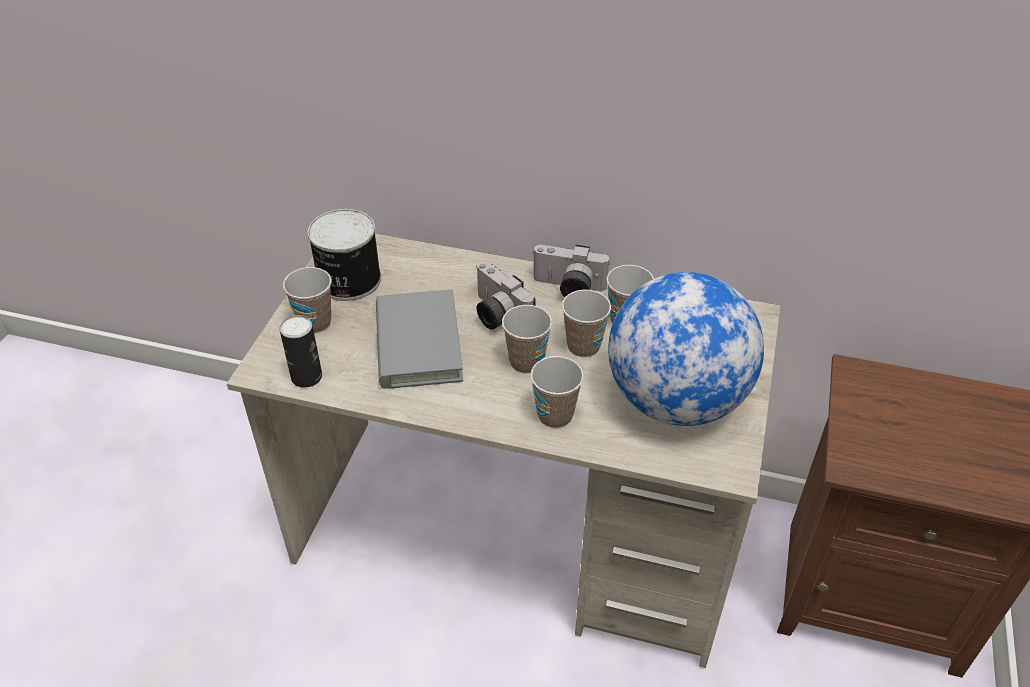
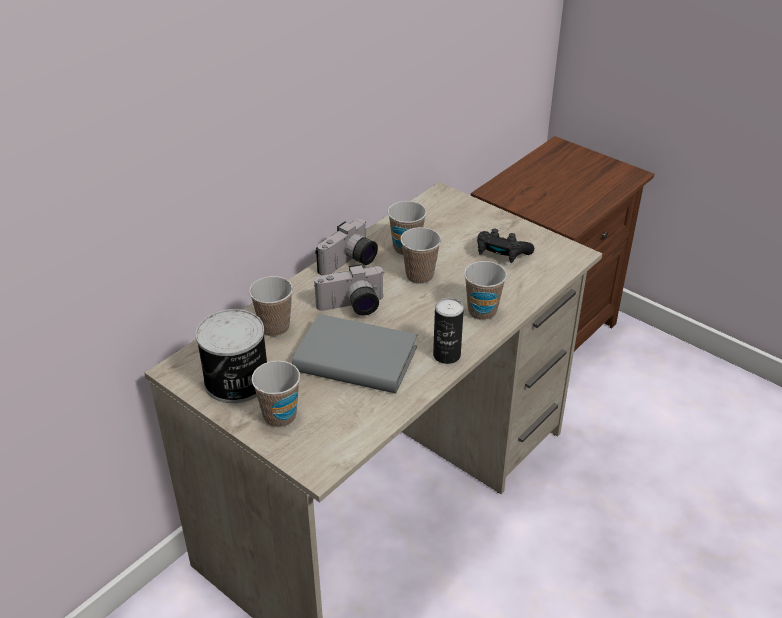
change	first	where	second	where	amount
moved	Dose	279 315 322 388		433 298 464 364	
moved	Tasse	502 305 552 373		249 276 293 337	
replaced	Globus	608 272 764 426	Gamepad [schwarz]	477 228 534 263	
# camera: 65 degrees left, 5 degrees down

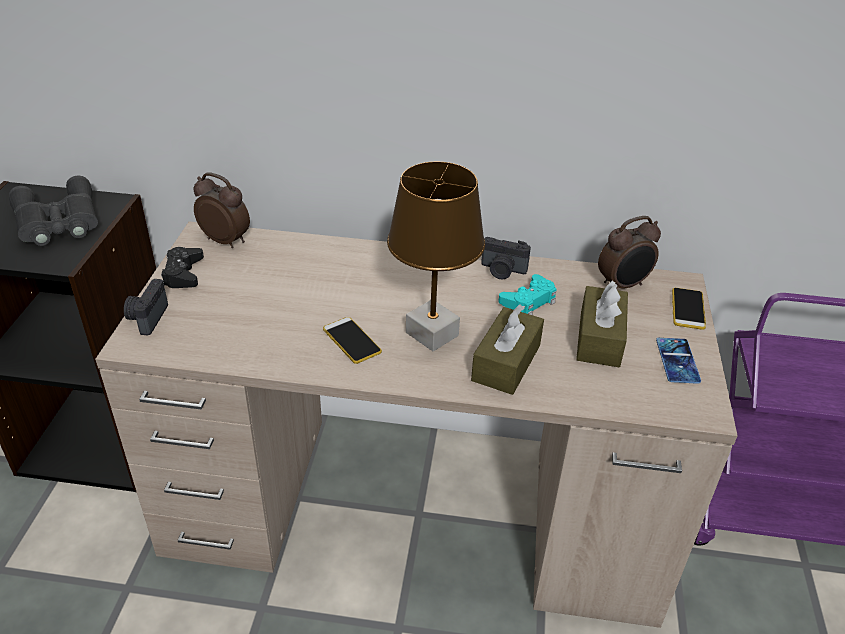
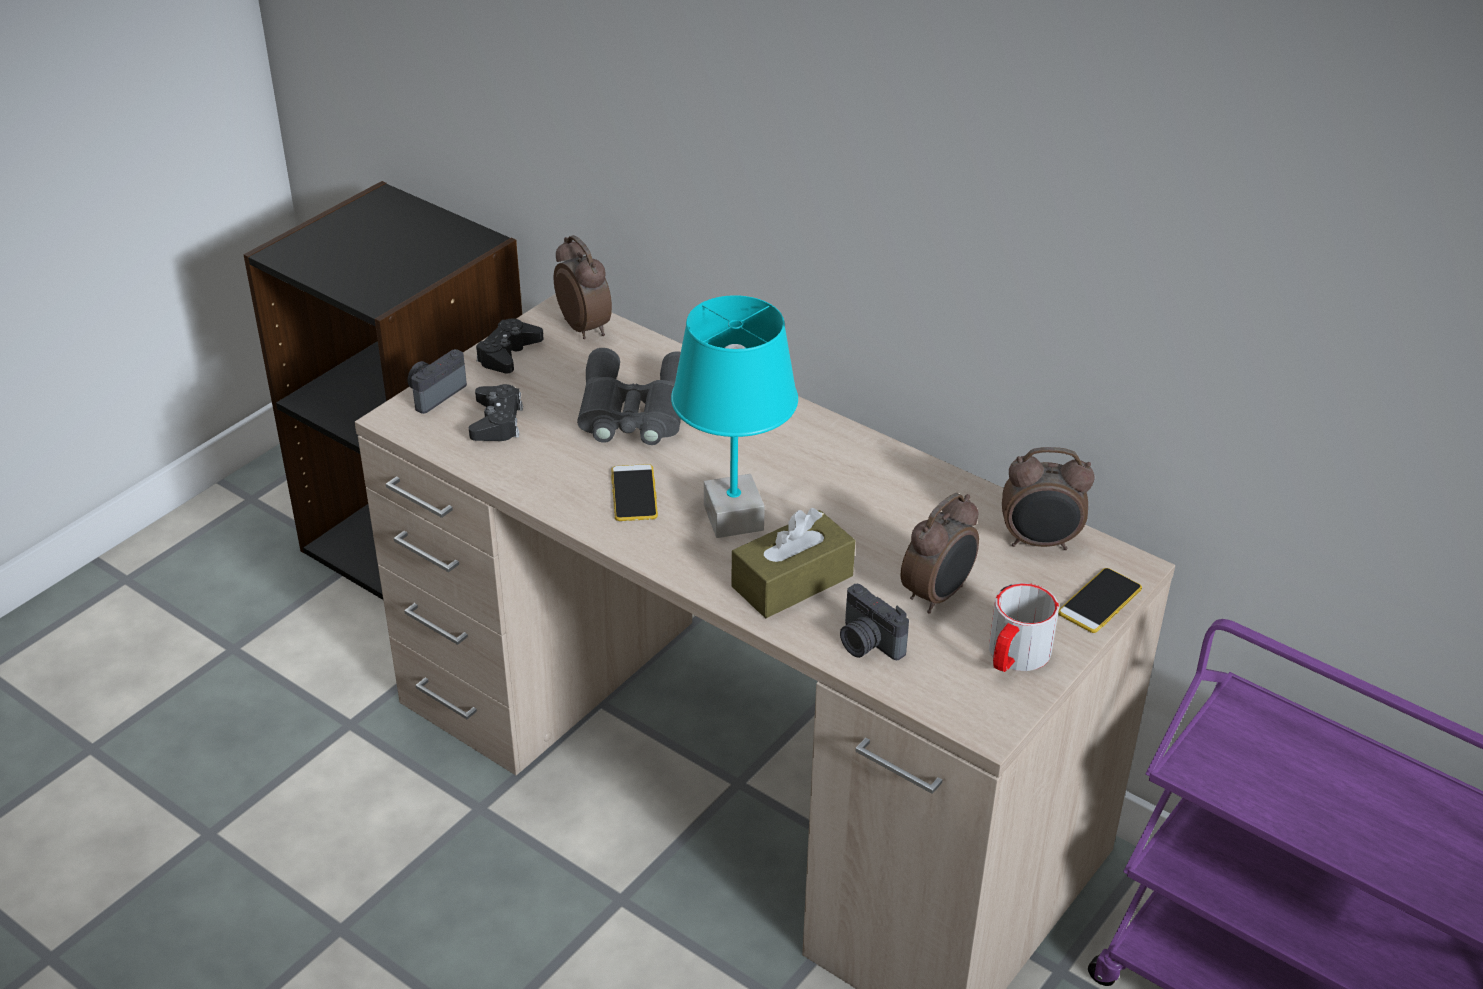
change	first	where	second	where	amount
removed	Gamepad [türkis]	498 274 557 315			
added			Gamepad [schwarz]	469 384 523 441	
moved	Fernglas [grau]	9 176 98 246		577 348 681 445	
moved	Kamera	481 237 531 279		840 584 909 660	
replaced	Taschentuchbox [braun]	576 281 628 367	Wecker	901 493 979 614	
replaced	Handy	656 338 701 384	Henkelbecher	989 583 1059 672	
recoloured	Tischlampe [braun]	387 162 485 351	Tischlampe [türkis]	671 295 798 538	
# camera: 30 degrees right, 0 degrees up

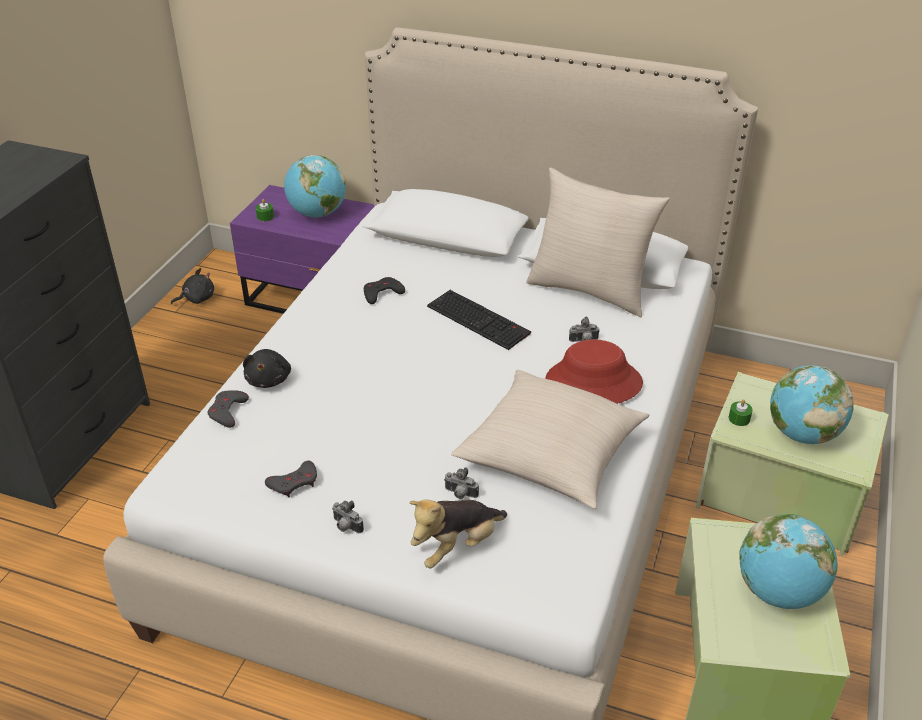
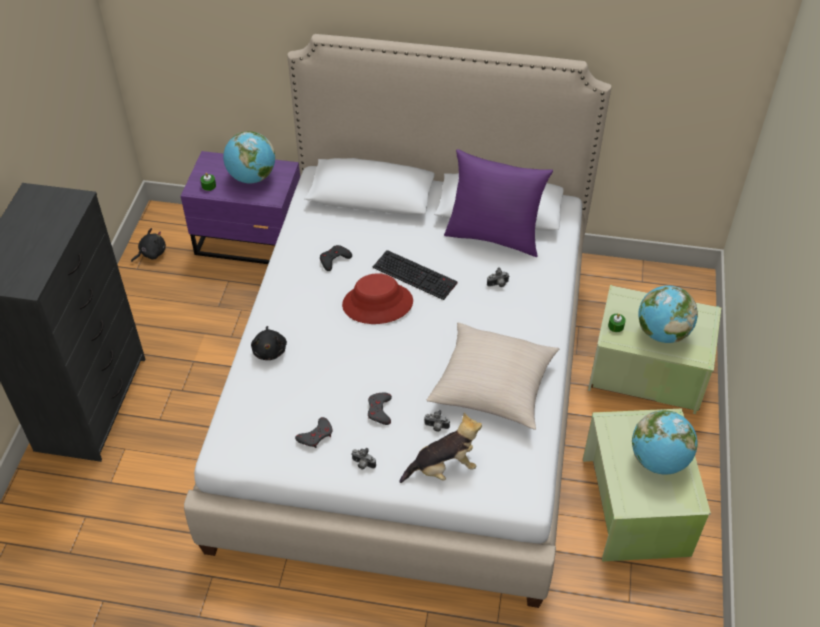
change	first	where	second	where	amount
moved	Gamepad [grau]	208 390 249 428		368 392 392 425	
moved	Hut [rot]	545 339 643 404		342 273 413 324	
recoloured	Kissen [beige]	526 168 670 317	Kissen [lila]	444 149 553 257	
turned	Plüschtier	409 499 507 568		400 413 482 483	150 degrees counterclockwise
# camera: 10 degrees left, 10 degrees up

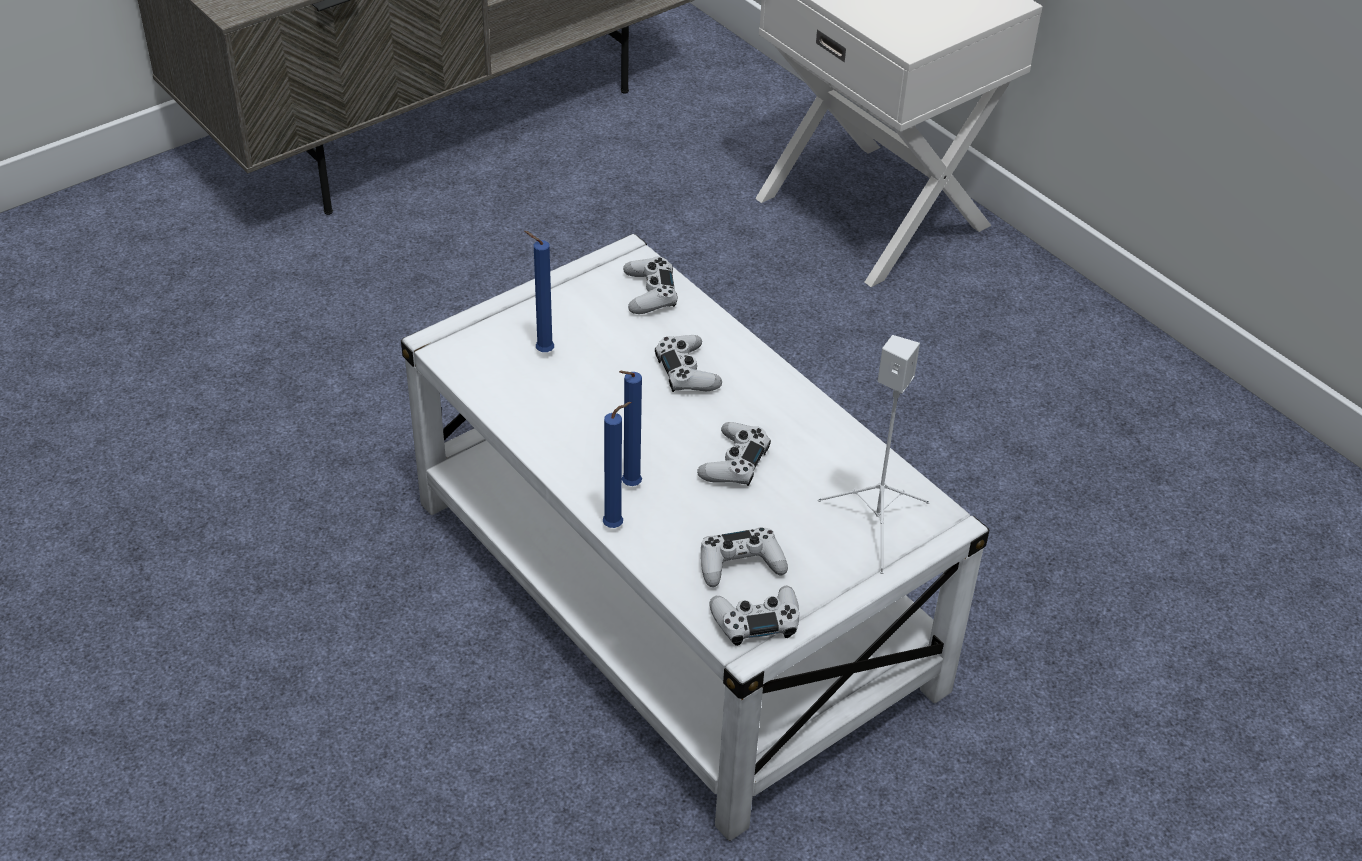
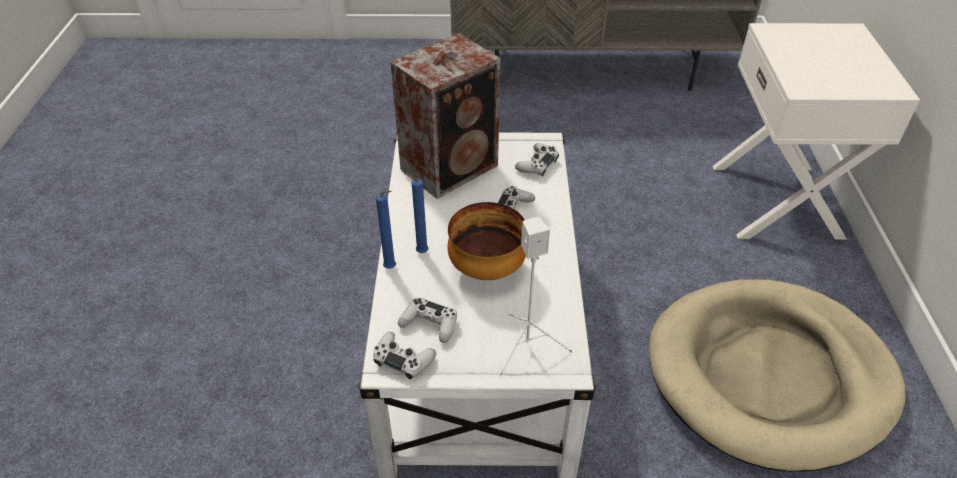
change	first	where	second	where	amount
added			Hundebett [beige]	649 279 906 472	
replaced	Kerze [blau]	524 231 554 352	Lautsprecher	390 33 501 199	
replaced	Gamepad [weiß]	697 422 771 486	Schüssel	448 202 526 280	
# camera: 40 degrees right, 0 degrees up

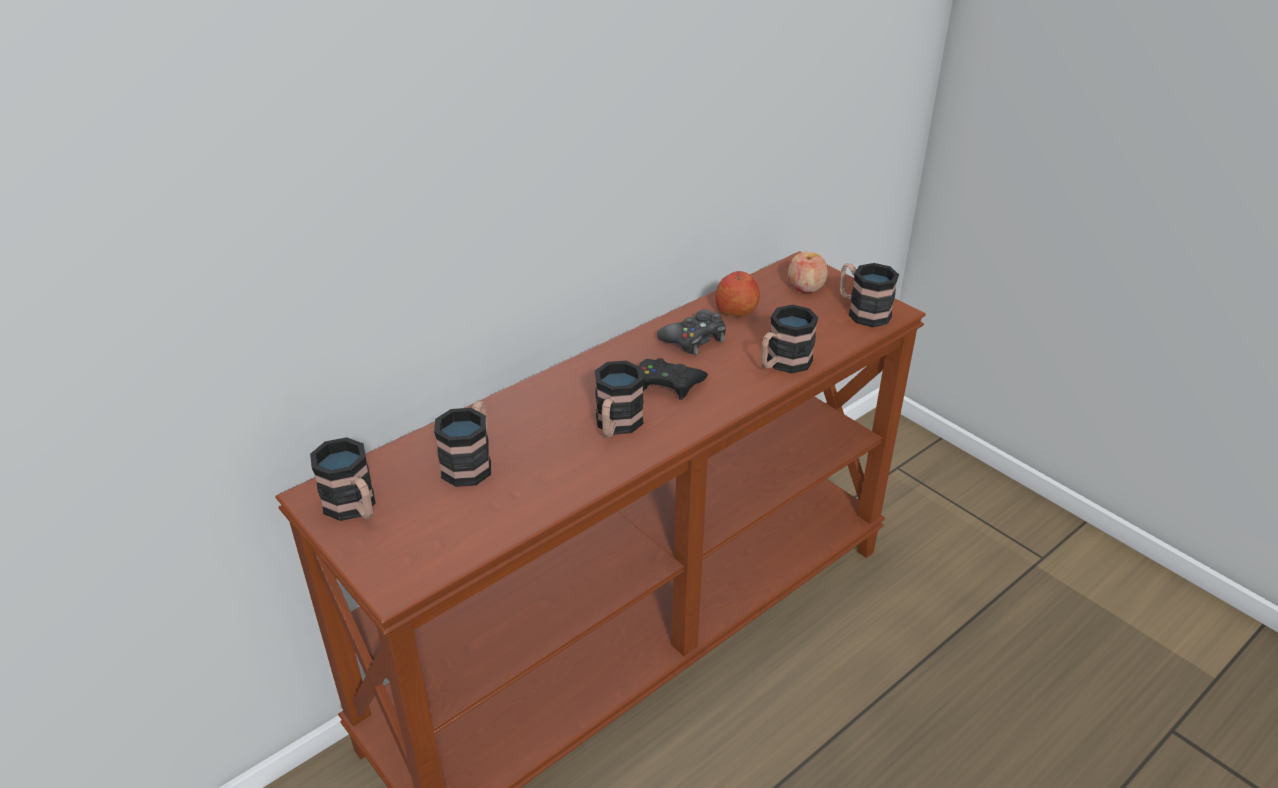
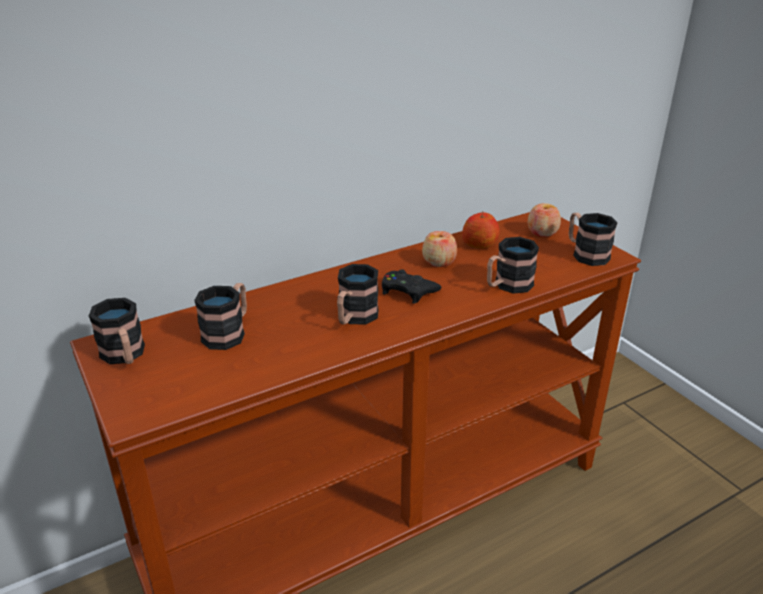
change	first	where	second	where	amount
replaced	Gamepad [schwarz]	657 309 726 355	Apfel	422 231 457 267	
# camera: 10 degrees right, 5 degrees down

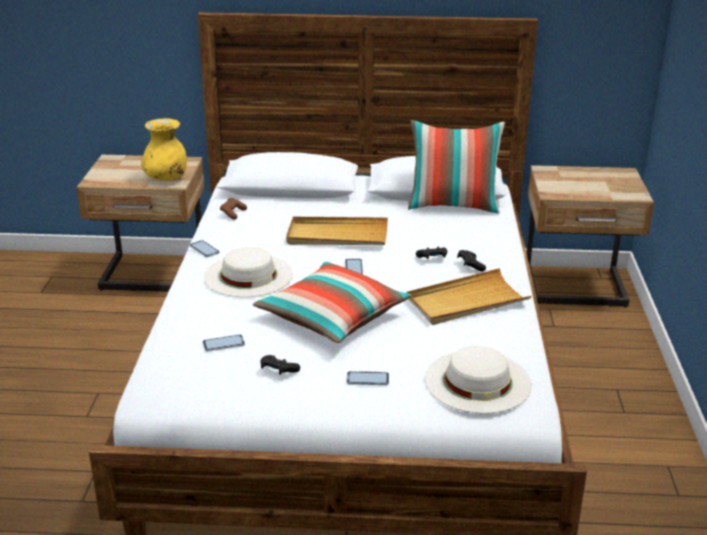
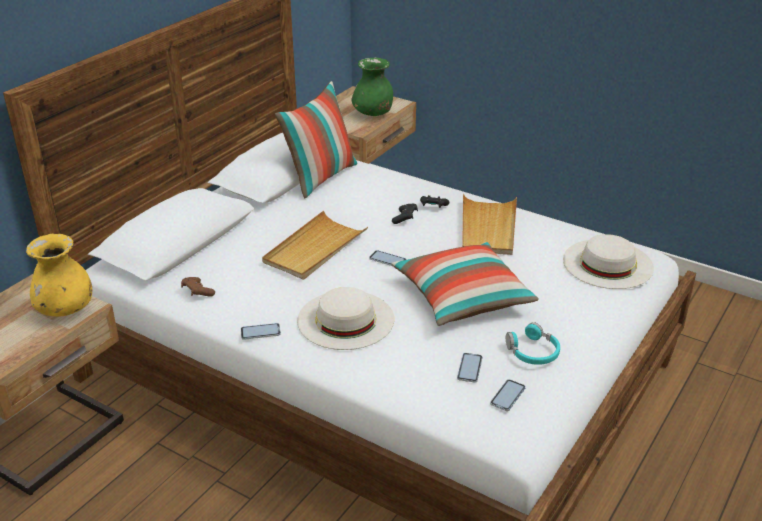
change	first	where	second	where	amount
added			Vase [grün]	351 58 393 116	
moved	Handy	347 371 389 385		490 379 526 411	
replaced	Gamepad [schwarz]	260 355 300 375	Kopfhörer [türkis]	506 322 560 365	
# camera: 60 degrees left, 5 degrees up

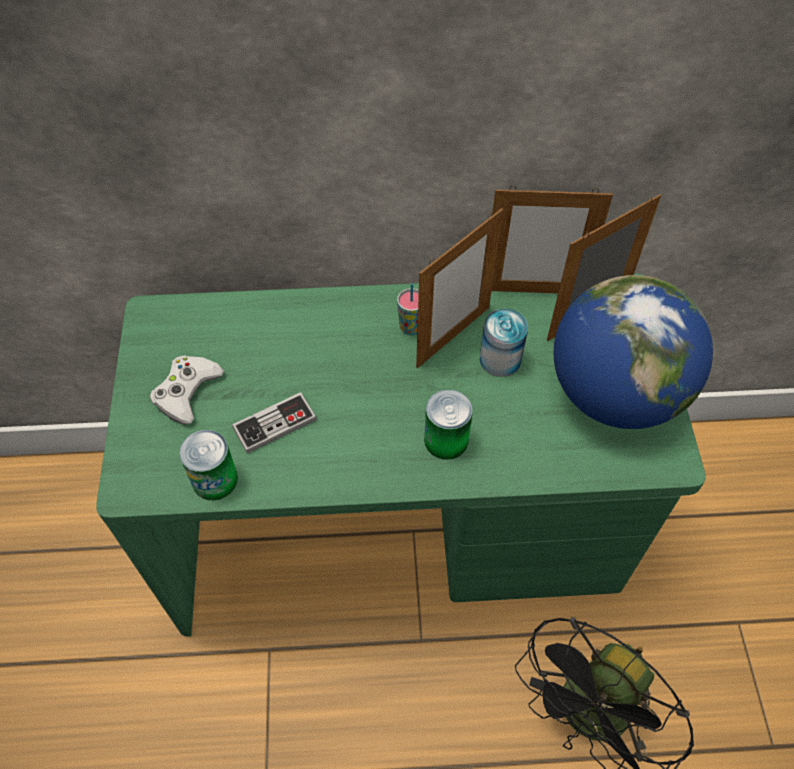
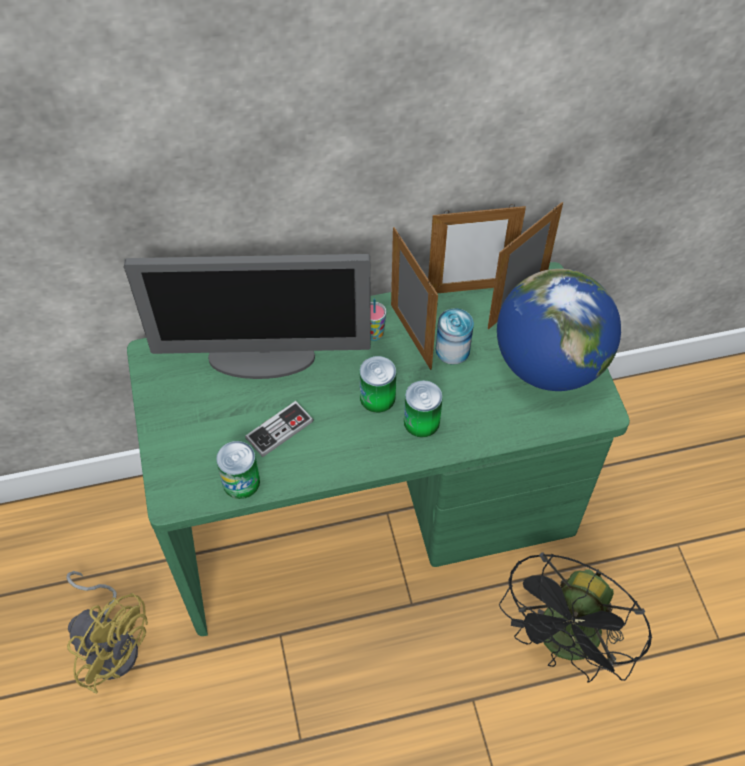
change	first	where	second	where	amount
removed	Gamepad [weiß]	150 355 224 425			
added			Ventilator [gelb]	66 571 148 694	
added			Monitor	124 254 371 379	
added			Dose	360 356 396 413	
turned	Bilderrahmen	416 208 503 368		391 227 438 370	60 degrees counterclockwise
# camera: 10 degrees left, 0 degrees up

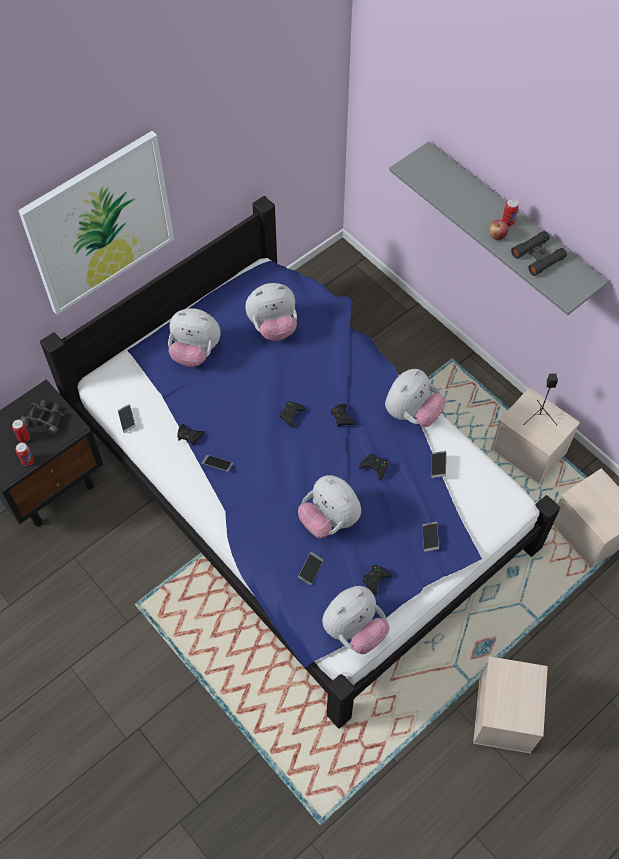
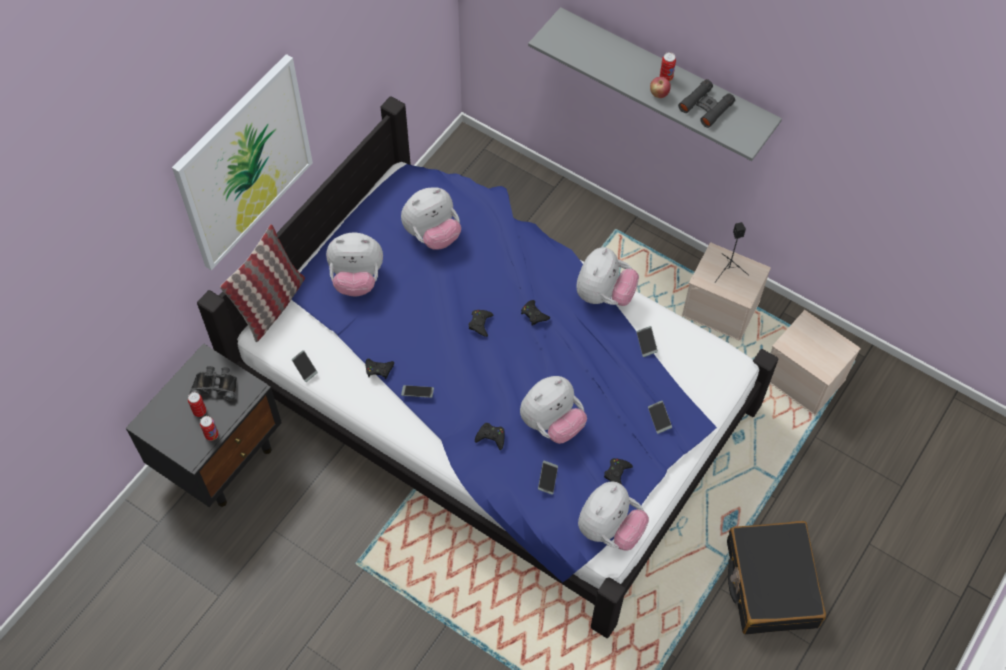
change	first	where	second	where	amount
added			Kissen	220 224 305 342	
moved	Gamepad [schwarz]	359 453 387 480		475 423 505 450	
replaced	Aufbewahrungsbox [beige]	473 656 548 754	Koffer [schwarz]	727 521 826 634	
turned	Plüschtier	298 475 361 538		520 376 587 444	75 degrees counterclockwise
# camera: 15 degrees left, 0 degrees up

